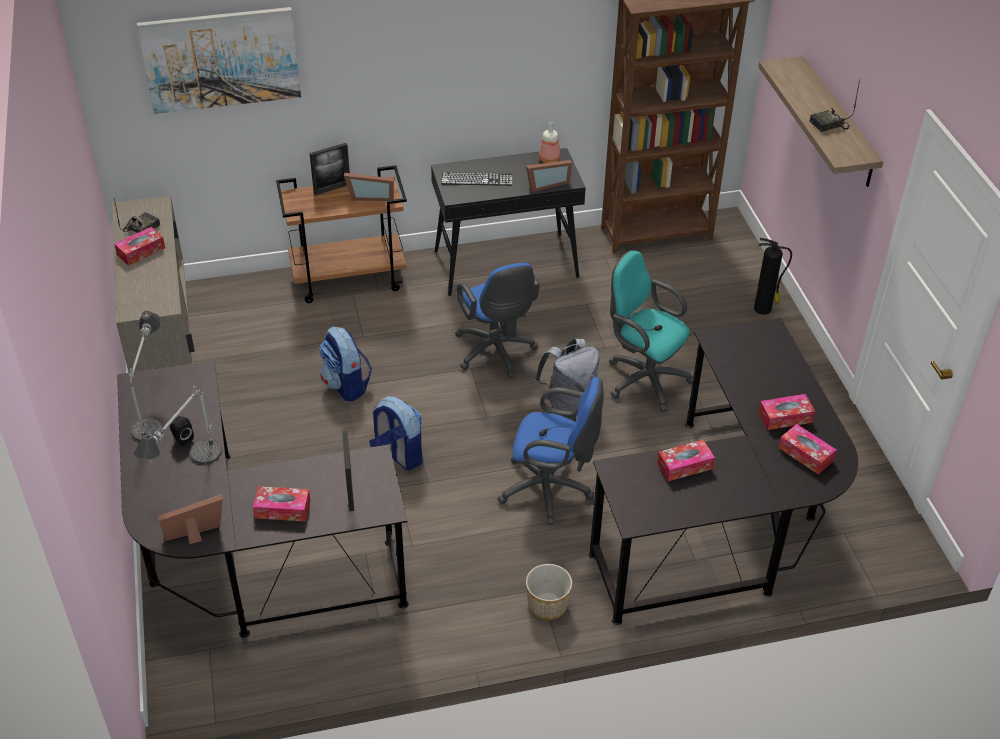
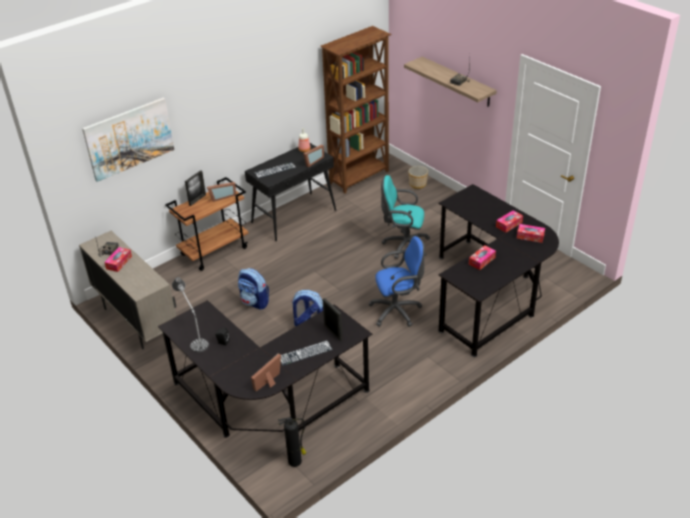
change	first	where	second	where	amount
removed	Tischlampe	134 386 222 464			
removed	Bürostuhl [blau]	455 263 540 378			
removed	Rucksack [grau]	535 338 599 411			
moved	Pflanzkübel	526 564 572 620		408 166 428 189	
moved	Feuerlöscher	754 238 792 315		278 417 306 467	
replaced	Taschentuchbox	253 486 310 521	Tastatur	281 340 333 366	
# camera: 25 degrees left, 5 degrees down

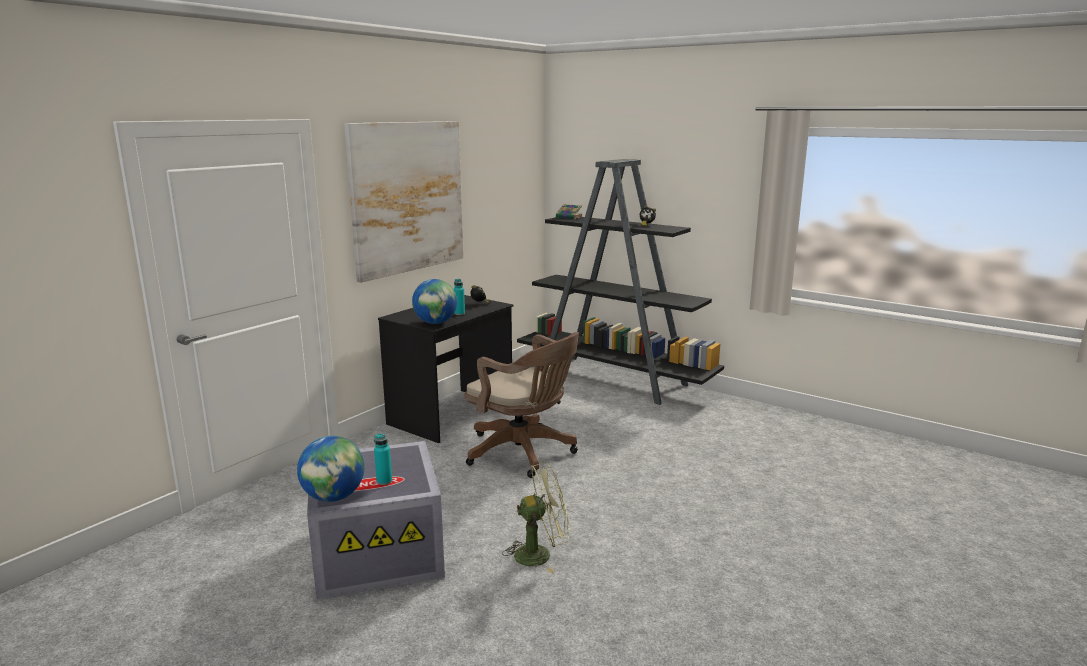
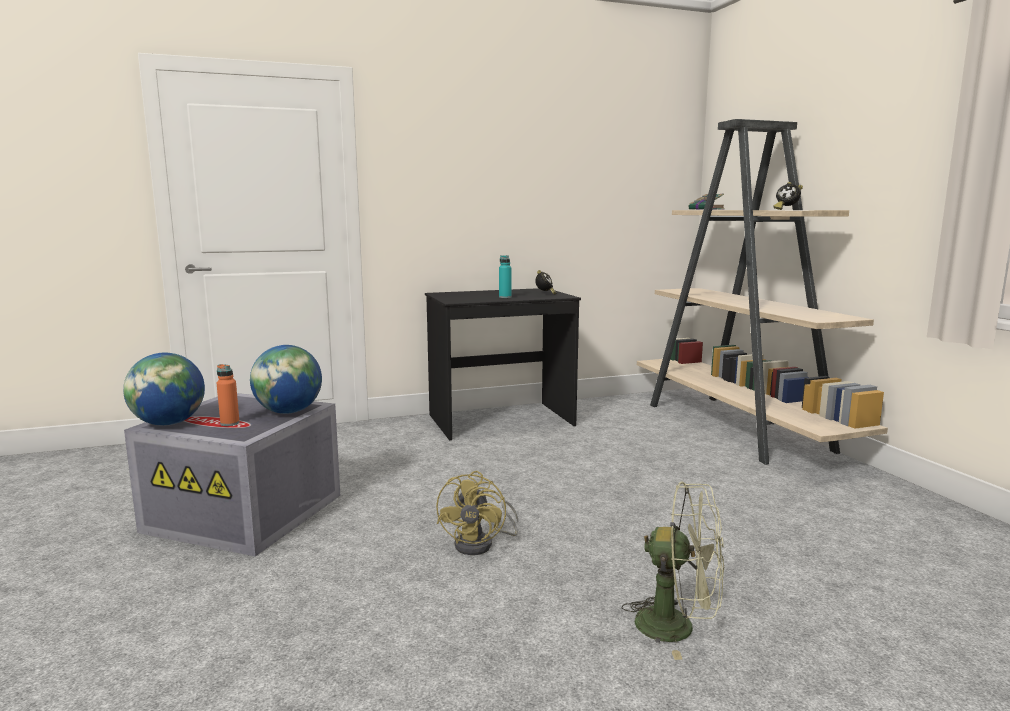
change	first	where	second	where	amount
removed	Bild	344 121 463 283			
removed	Bürostuhl [braun]	465 332 579 478			
added			Ventilator [gelb]	436 471 518 555	
moved	Globus	412 279 457 324		250 345 322 414	
moved	Ventilator [grün]	502 463 569 573		622 481 724 660	
recoloured	Flasche [türkis]	374 434 392 485	Flasche [orange]	217 364 240 426	
recoloured	Bücherregal [schwarz]	517 159 724 405	Bücherregal [beige]	637 119 888 465	
# camera: 35 degrees right, 5 degrees down

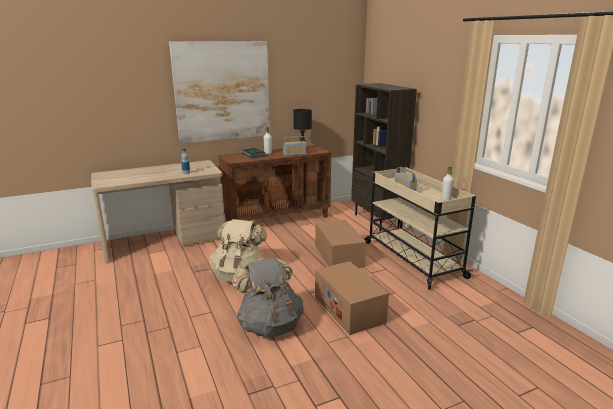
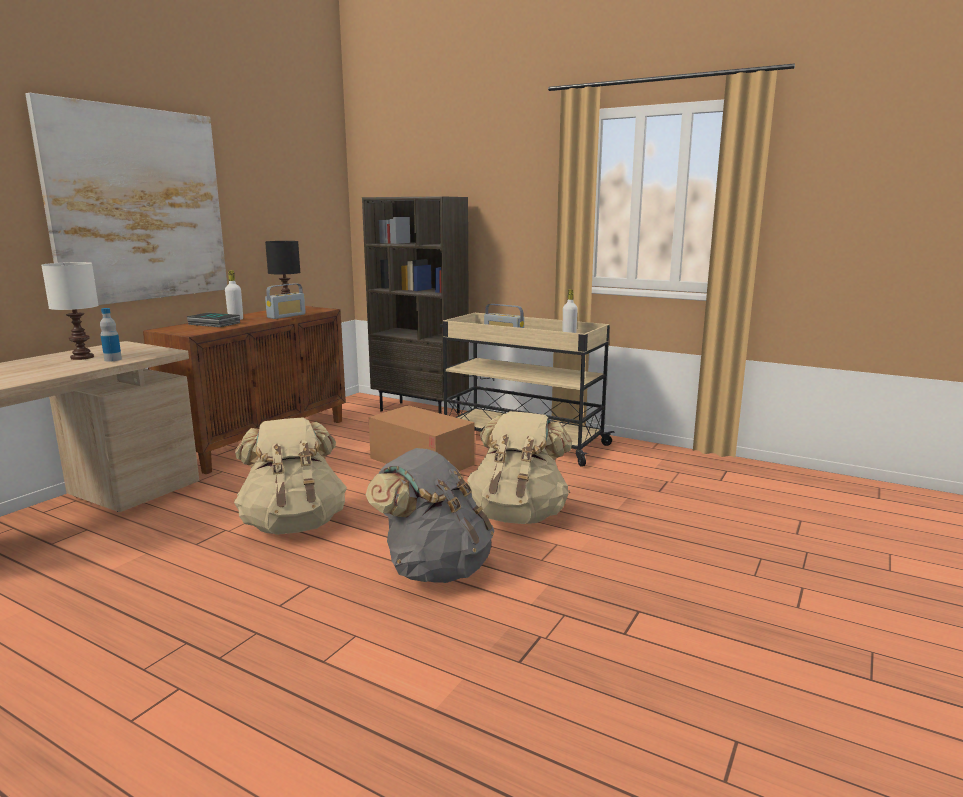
change	first	where	second	where	amount
added			Tischlampe [weiß]	42 262 99 360	
replaced	Karton	315 261 389 335	Rucksack [beige]	467 411 572 524	
# camera: 35 degrees left, 5 degrees down

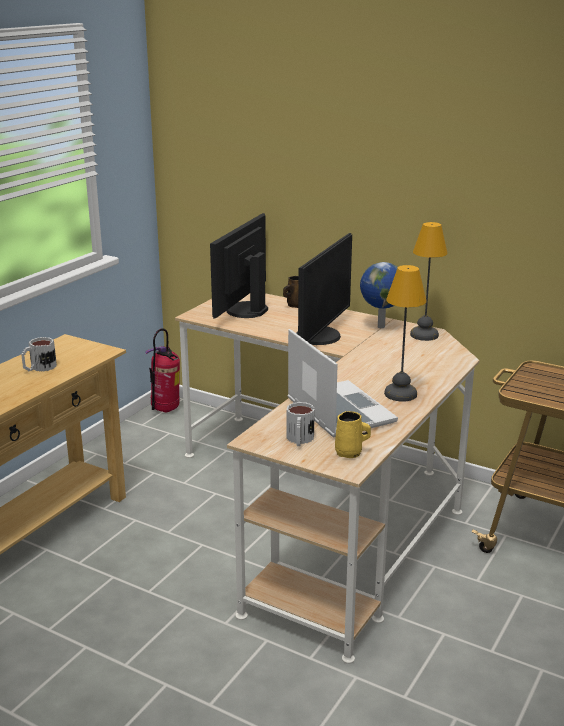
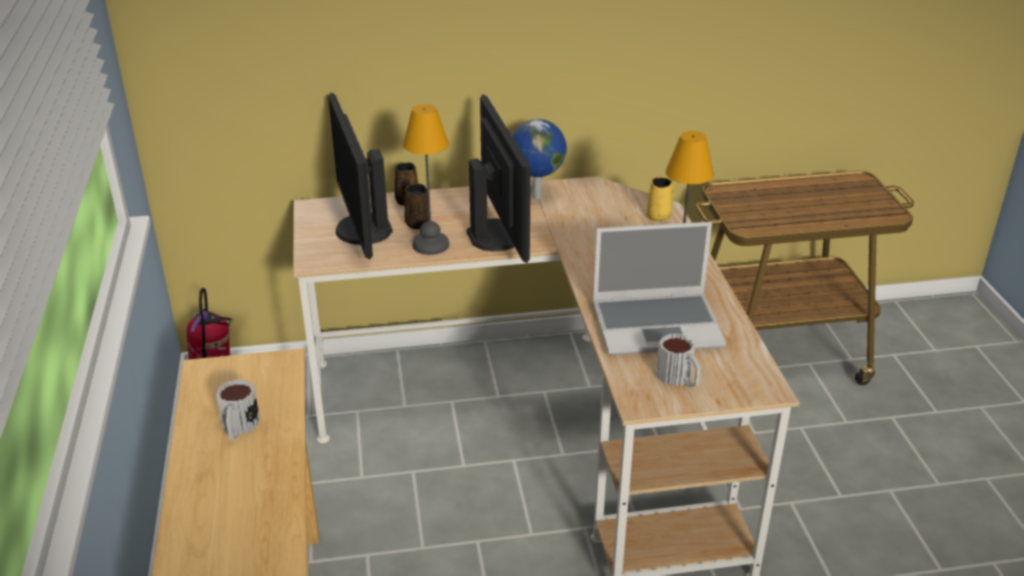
change	first	where	second	where	amount
added			Henkelbecher [braun]	405 183 431 229	
moved	Henkelbecher [gelb]	335 411 371 458		646 177 674 222	
moved	Tischlampe	410 222 448 341		403 104 449 255	
turned	Laptop	288 329 398 438		593 222 726 355	150 degrees clockwise
# camera: 40 degrees left, 10 degrees up

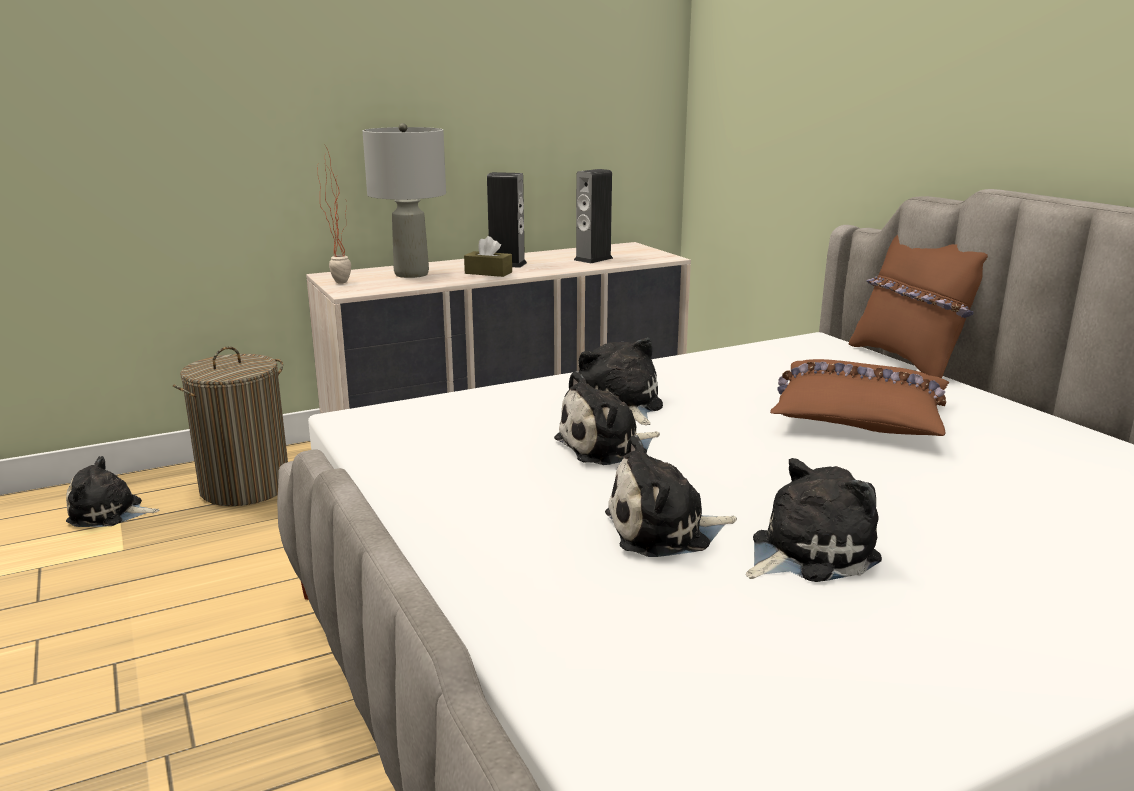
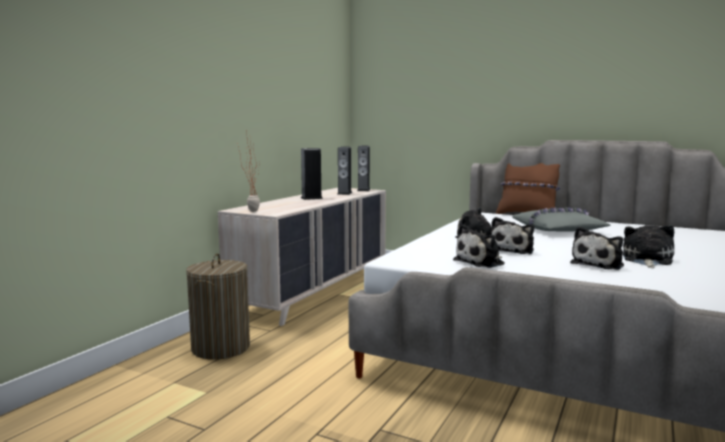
change	first	where	second	where	amount
removed	Tischlampe [grau]	363 123 446 278			
removed	Taschentuchbox [braun]	464 236 512 277			
added			Lautsprecher	357 145 370 191	
moved	Plüschtier	66 456 160 527		453 224 505 268	
recoloured	Kissen [braun]	770 359 949 436	Kissen [grau]	512 207 610 232	
# camera: 35 degrees left, 10 degrees down

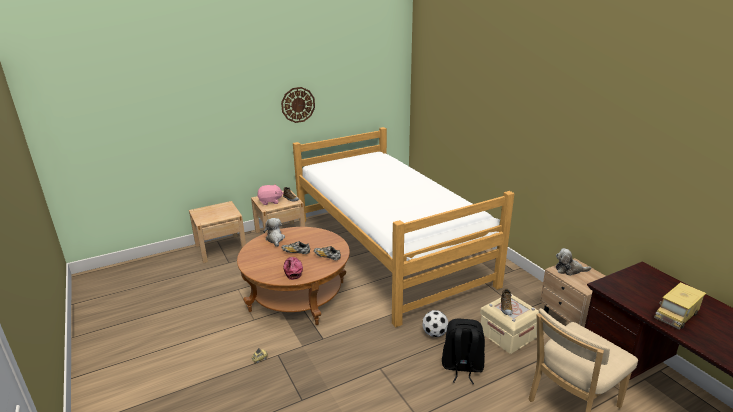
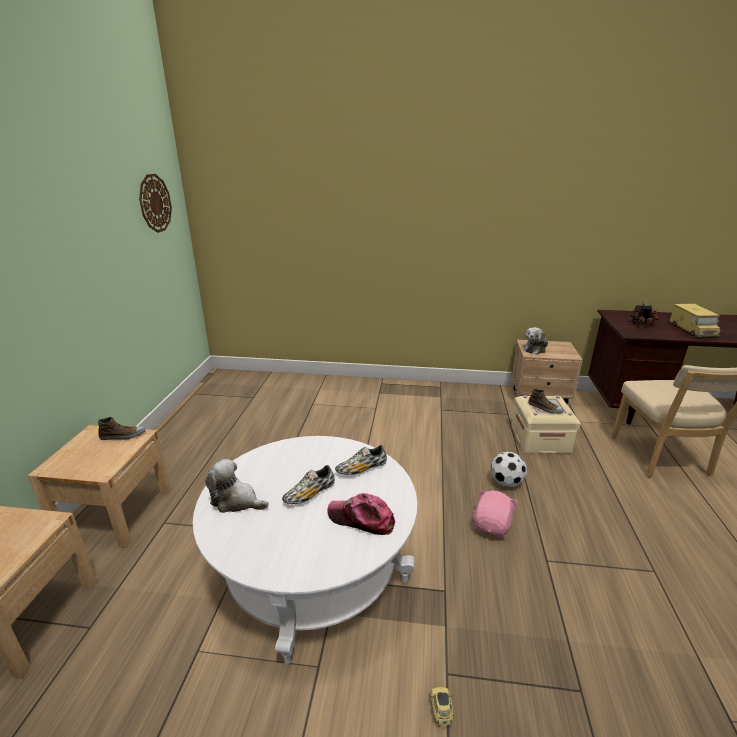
change	first	where	second	where	amount
removed	Bett	293 127 514 327			
removed	Rucksack [schwarz]	442 319 485 384			
added			Spielzeuglaster	630 302 659 326	
moved	Plüschtier [rosa]	257 184 284 205		473 490 518 538	
moved	Wanduhr	281 87 315 123		139 174 172 233	
recoloured	Couchtisch [braun]	237 227 350 325	Couchtisch [weiß]	193 436 418 665	
# camera: 55 degrees left, 0 degrees up

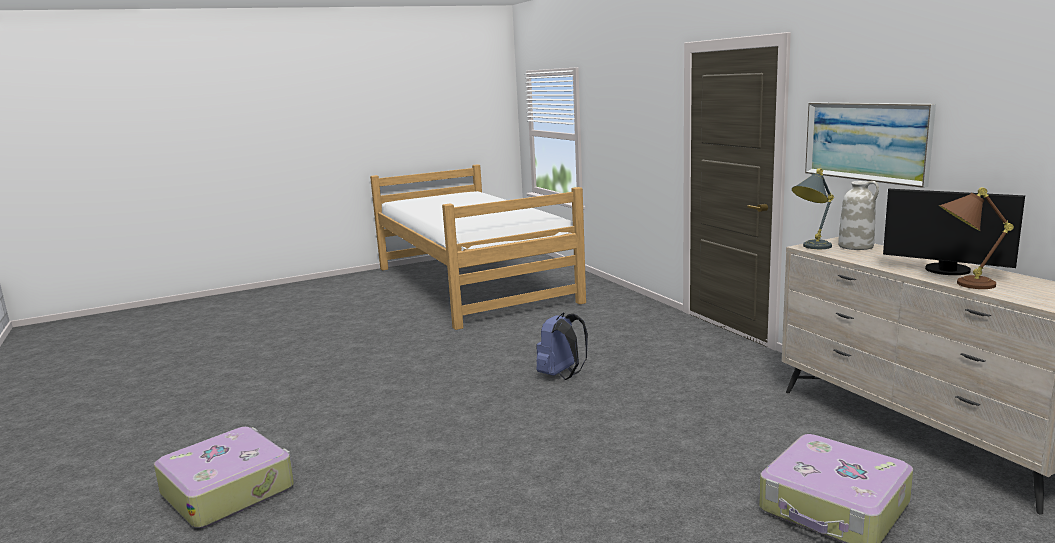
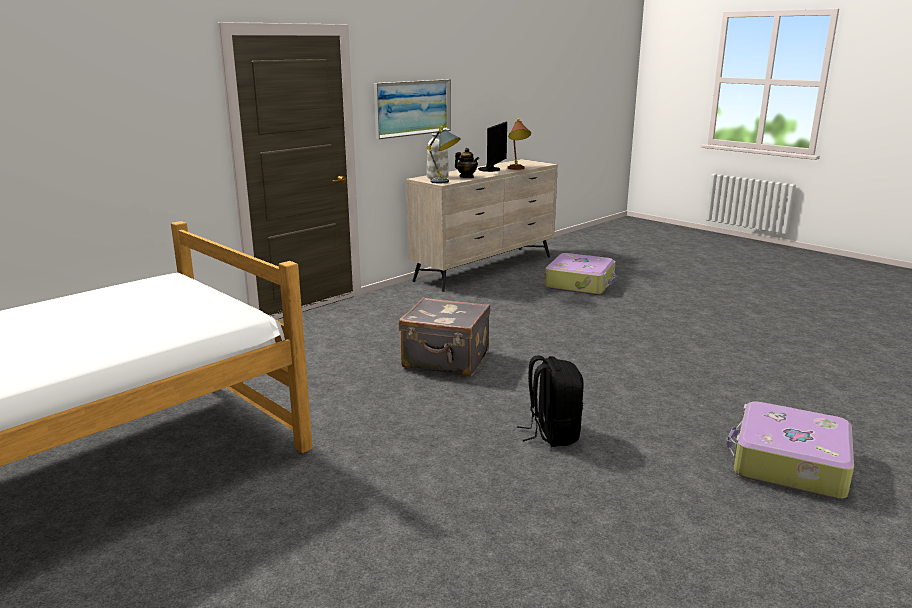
change	first	where	second	where	amount
added			Teekanne	455 148 479 178	
added			Rucksack [schwarz]	517 355 584 447	
replaced	Rucksack [blau]	536 313 588 380	Koffer [grau]	399 297 490 377	
# camera: 110 degrees left, 5 degrees up

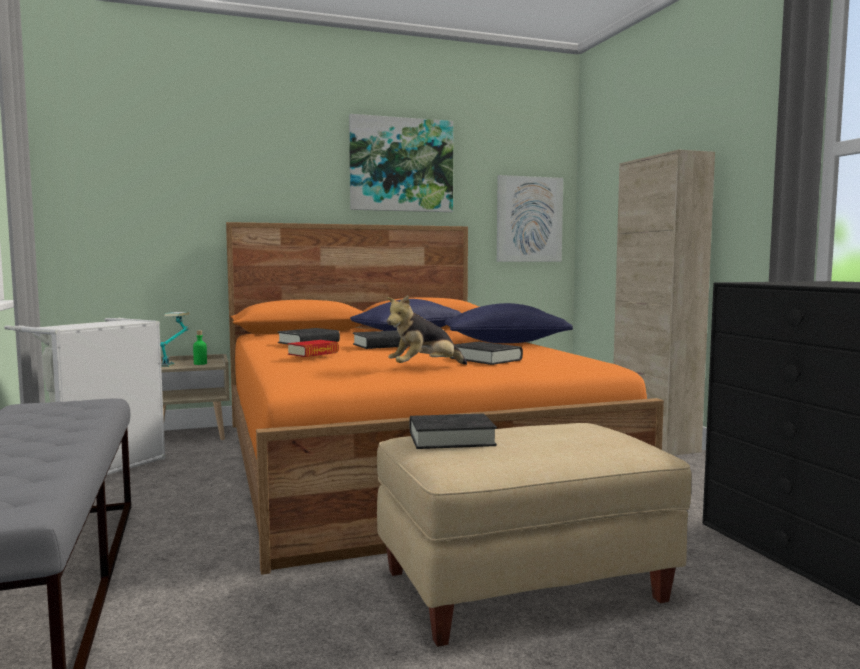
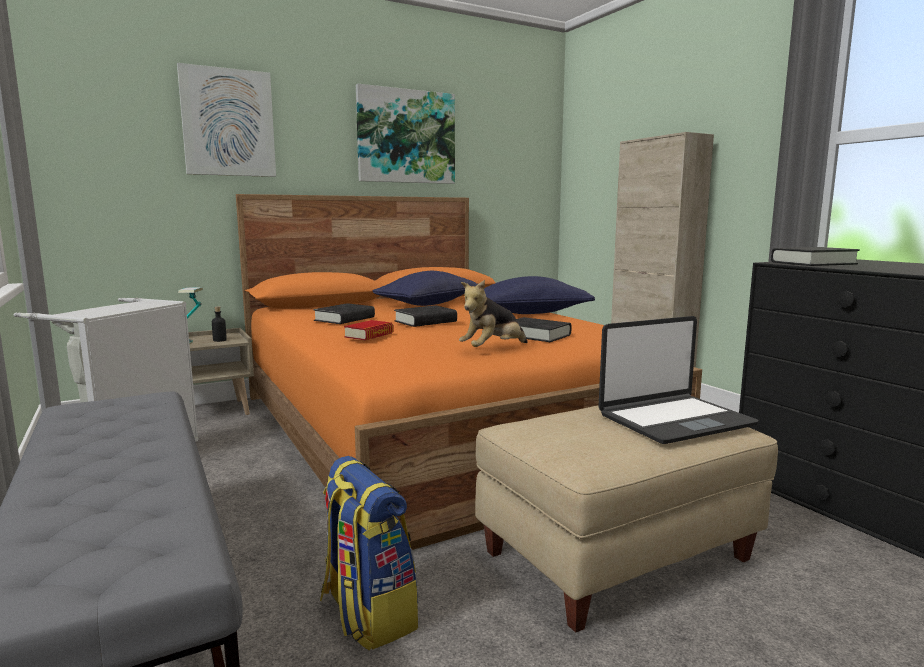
change	first	where	second	where	amount
added			Rucksack	320 456 418 651	
added			Laptop	598 316 759 444	
moved	Buch [schwarz]	410 414 497 449		771 247 860 266	
moved	Bild	497 175 563 262		177 63 276 177	
recoloured	Flasche [grün]	193 330 207 365	Flasche [schwarz]	212 306 227 342	
# camera: 10 degrees left, 5 degrees up

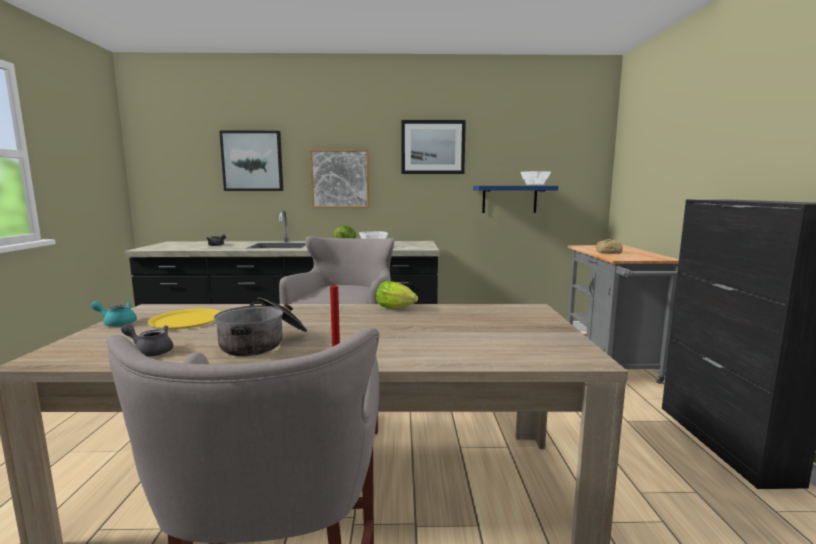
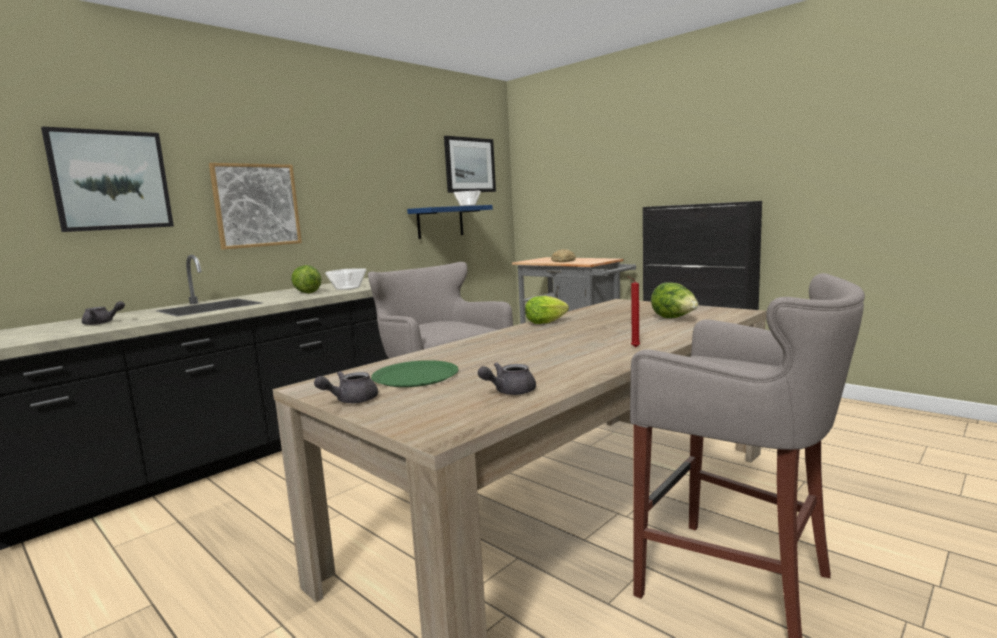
change	first	where	second	where	amount
removed	Kochtopf	214 297 307 356			
added			Salatkopf	651 282 699 318	
moved	Bild	401 120 466 174		444 136 496 193	
recoloured	Teekanne [türkis]	90 301 137 327	Teekanne [grau]	314 371 378 403	
recoloured	Teller [gelb]	148 308 221 329	Teller [grün]	371 360 459 387	
# camera: 45 degrees left, 0 degrees up

